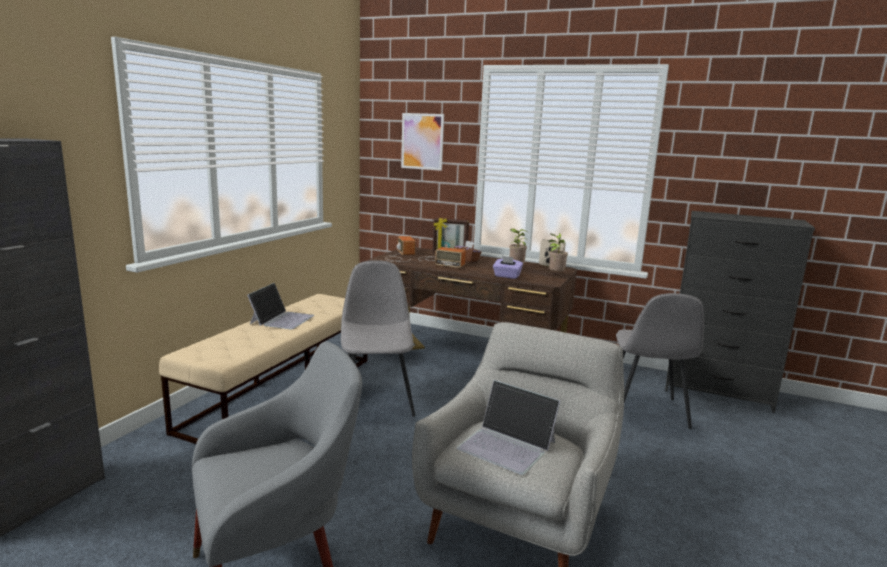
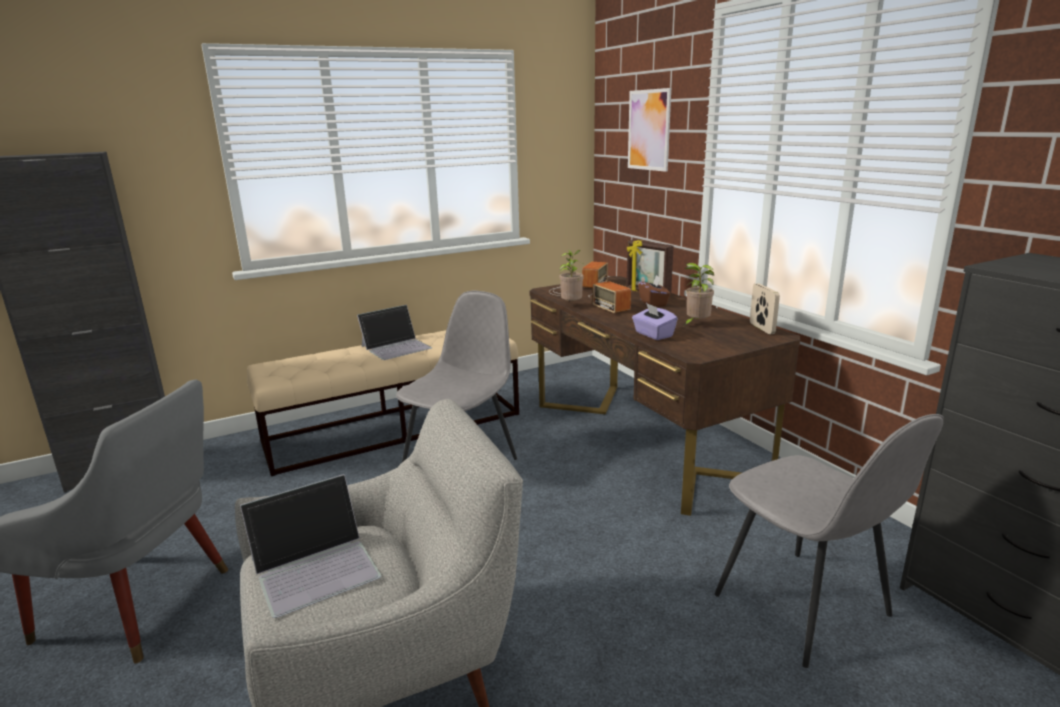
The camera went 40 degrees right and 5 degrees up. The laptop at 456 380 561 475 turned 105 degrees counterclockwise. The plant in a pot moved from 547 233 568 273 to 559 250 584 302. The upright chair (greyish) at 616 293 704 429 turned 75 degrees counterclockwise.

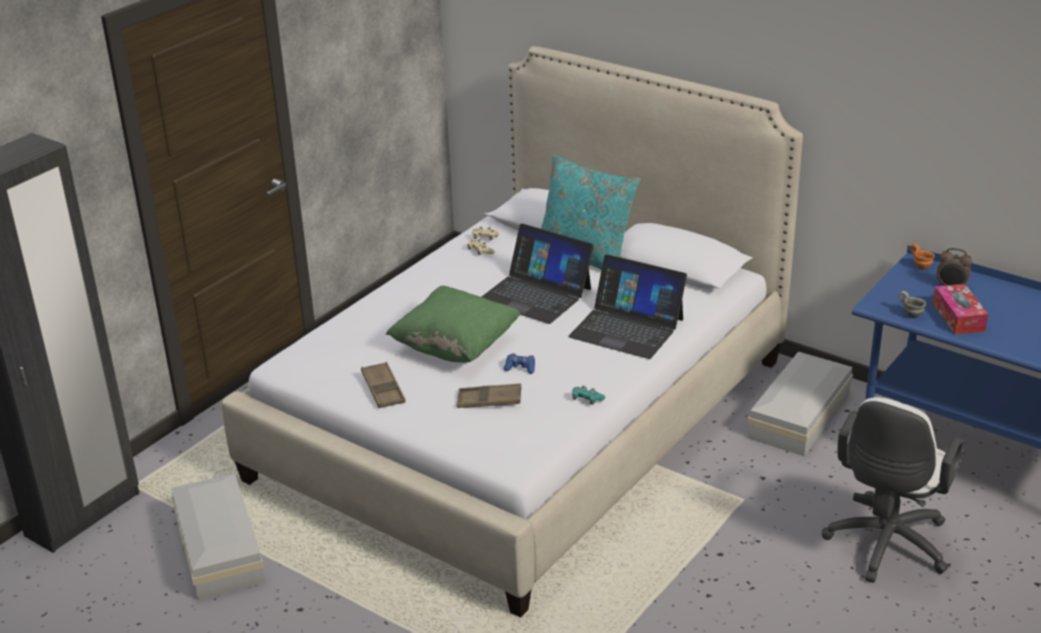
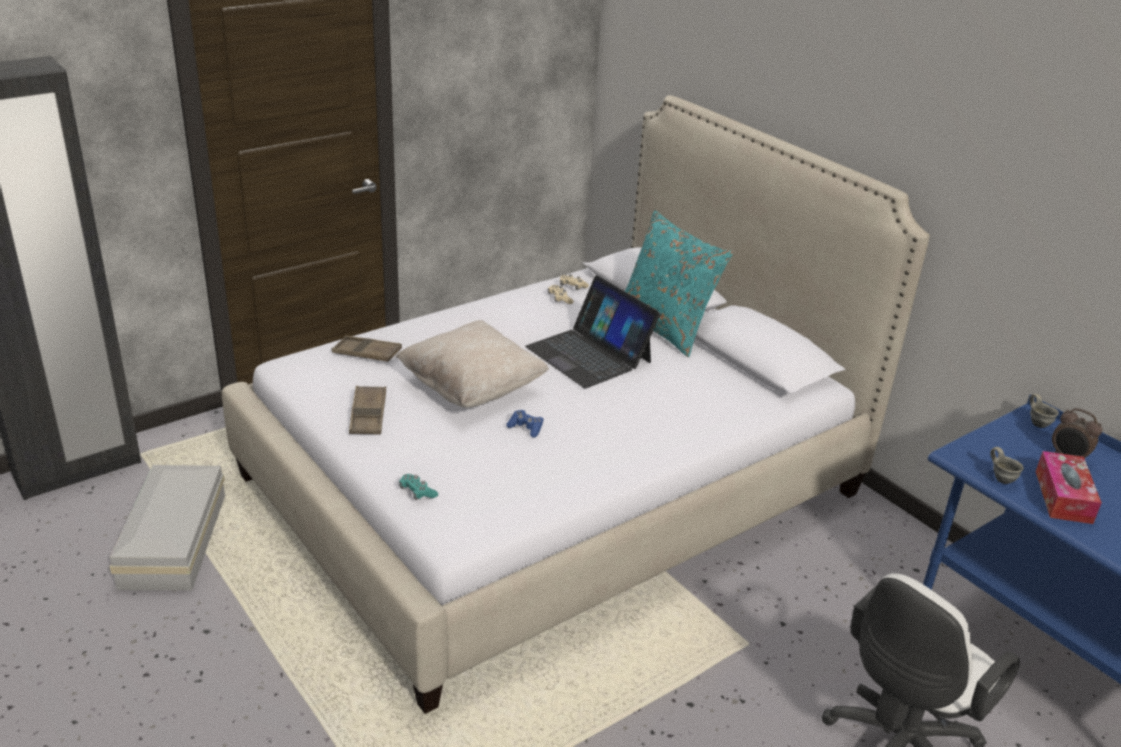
The camera went 15 degrees right and 0 degrees up. The pillow (greenish) at 386 286 520 363 became the pillow (beige) at 395 320 549 408. The serving tray (brown) moved from 457 383 521 408 to 332 336 402 362. The laptop at 568 254 687 359 disappeared. The joypad (blue-green) moved from 572 386 605 405 to 399 474 438 500. The storage container (white-coloured) at 748 352 853 456 disappeared. The tea mug (orange) at 910 243 935 270 became the tea mug (greyish) at 1030 394 1059 428.

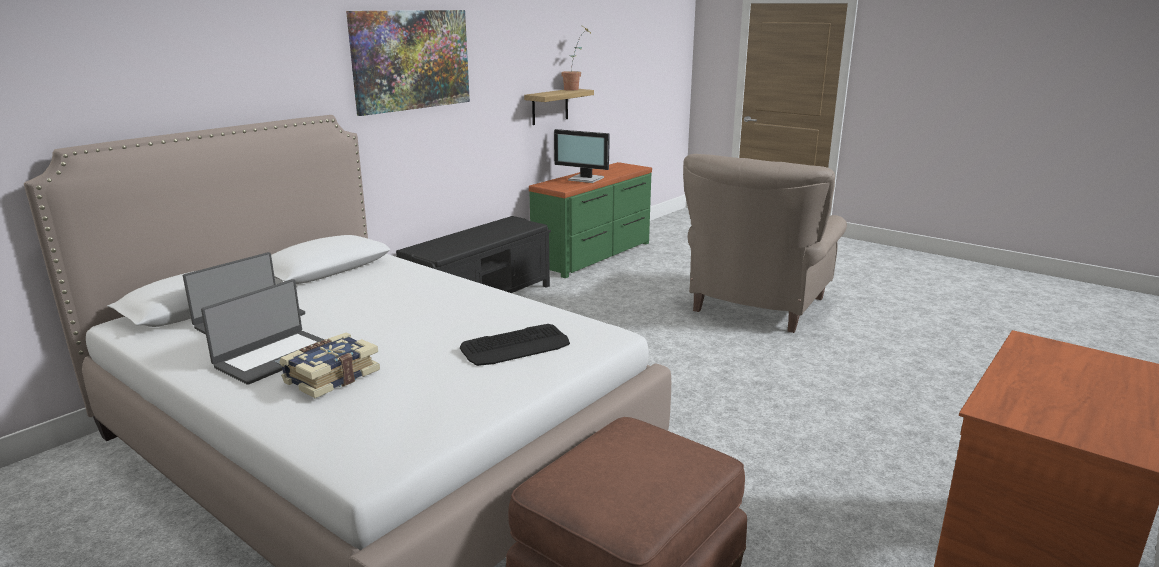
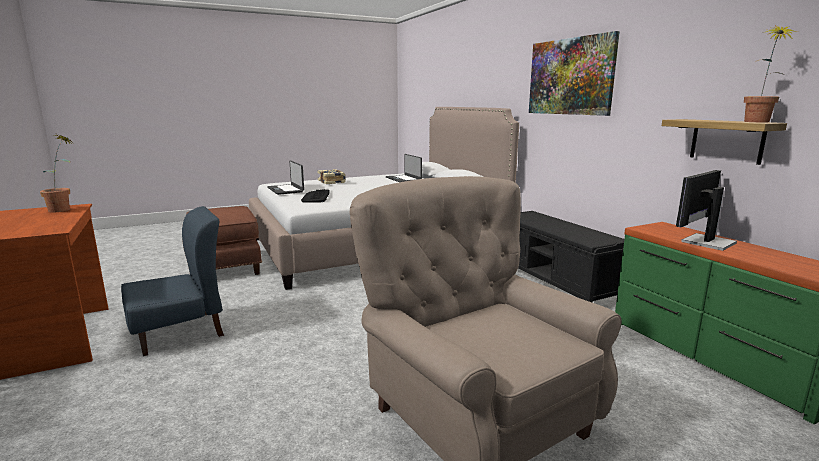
The camera went 115 degrees right and 5 degrees down. The laptop moved from 201 279 324 385 to 267 160 304 195. The plant in a pot at 40 134 75 212 appeared. The upright chair (blue) at 121 206 224 356 appeared.

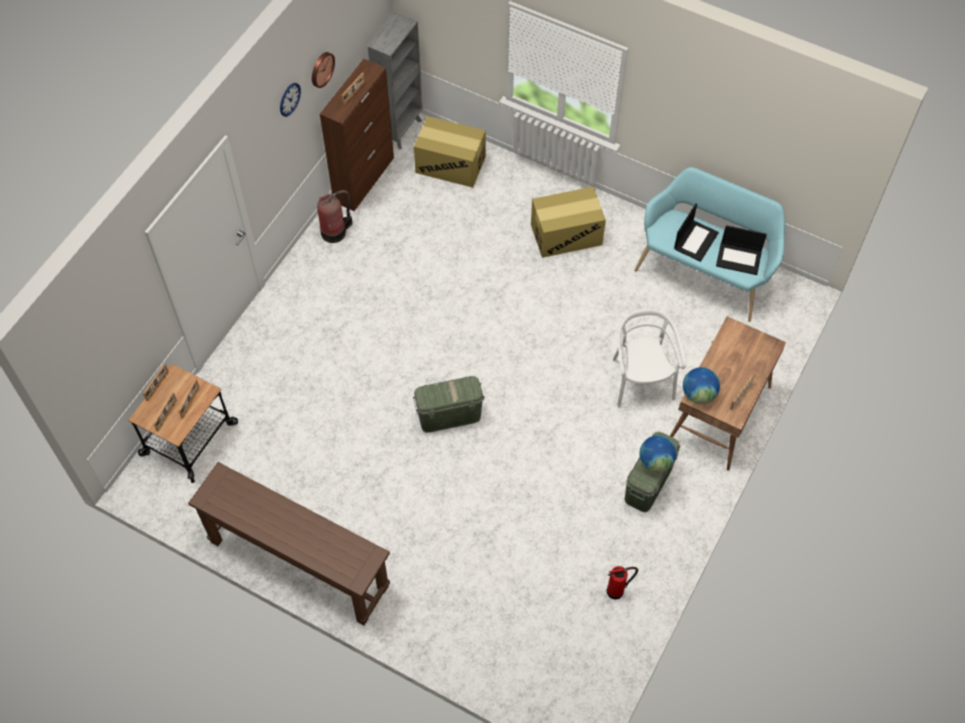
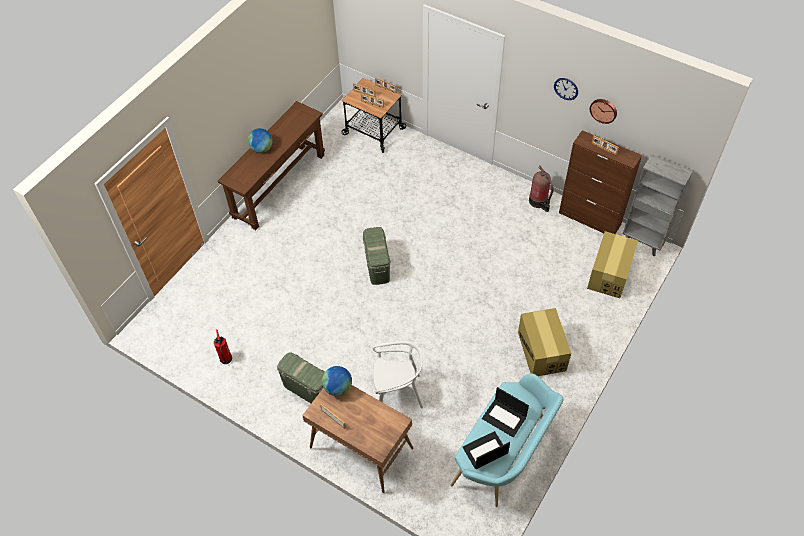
The camera went 95 degrees right and 5 degrees down. The globe moved from 639 435 676 472 to 248 128 273 153. The laptop at 716 225 767 275 turned 45 degrees clockwise.

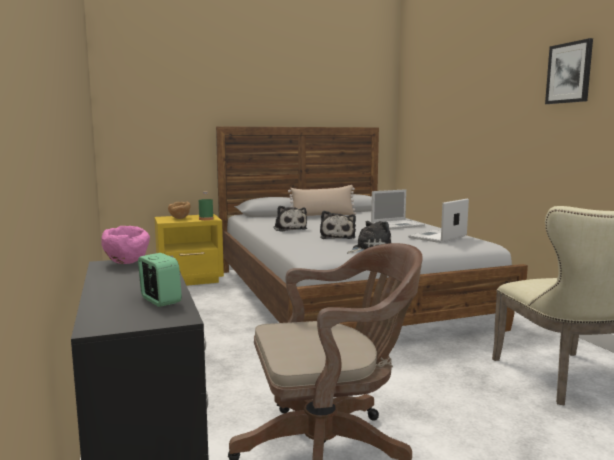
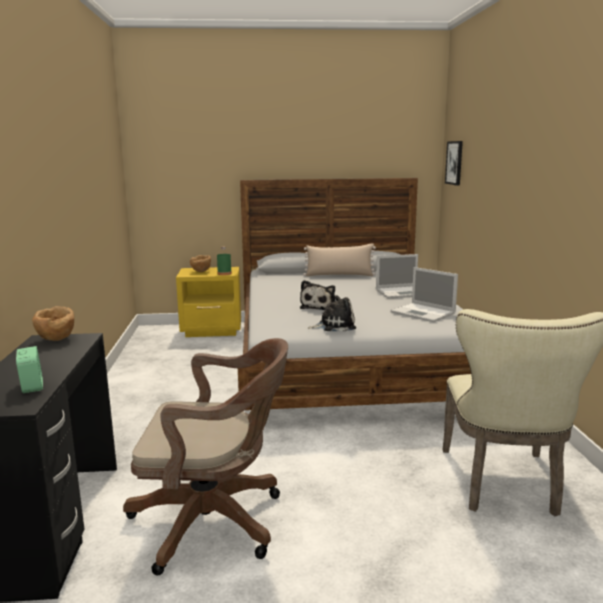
The camera went 15 degrees right and 5 degrees up. The deep dish (pink) at 101 226 150 264 became the deep dish (brown) at 32 306 74 341. The soft toy at 273 206 307 232 disappeared. The laptop at 408 199 469 243 turned 105 degrees counterclockwise. The picture moved from 545 38 593 104 to 445 141 463 186.

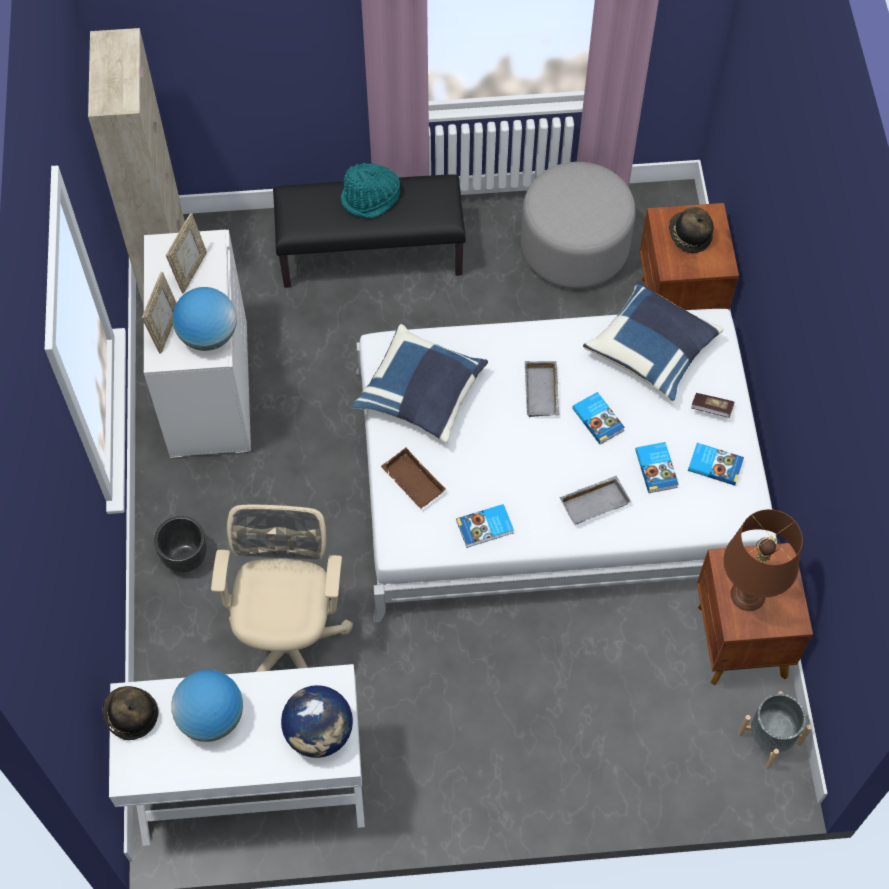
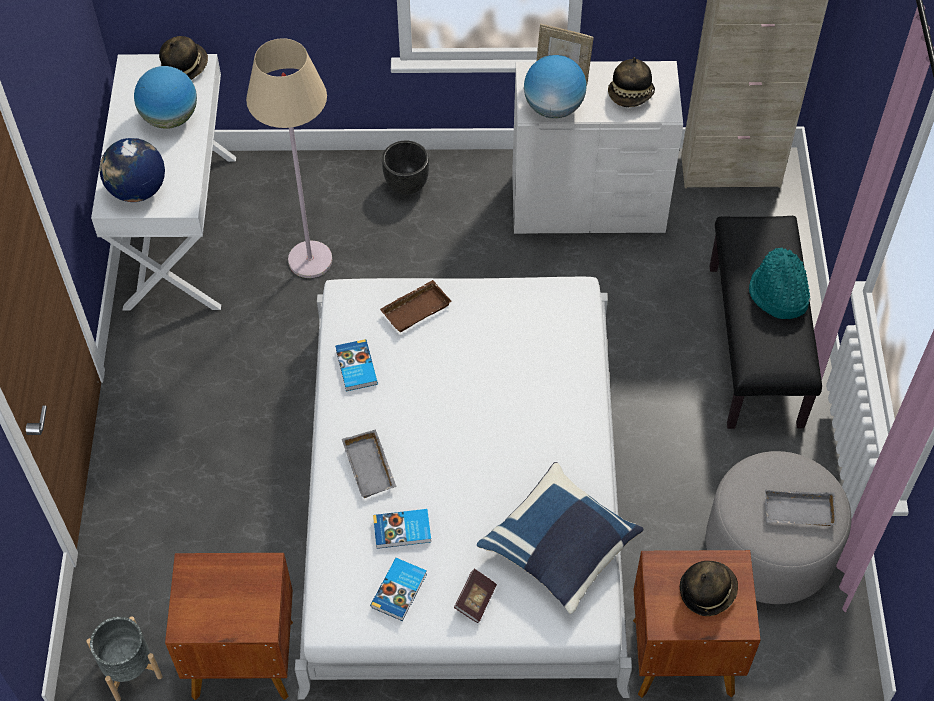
The camera went 95 degrees right and 5 degrees down. The picture frame at 166 213 207 294 was replaced by the hat at 608 57 655 107. The desk chair (beige) at 211 505 353 672 was replaced by the floor lamp (beige) at 246 38 332 278. The pillow (blue) at 352 324 488 443 disappeared. The serving tray (greyish) moved from 525 361 559 417 to 765 490 837 526. The bound book at 572 392 625 444 disappeared. The table lamp (brown) at 723 509 803 611 disappeared.

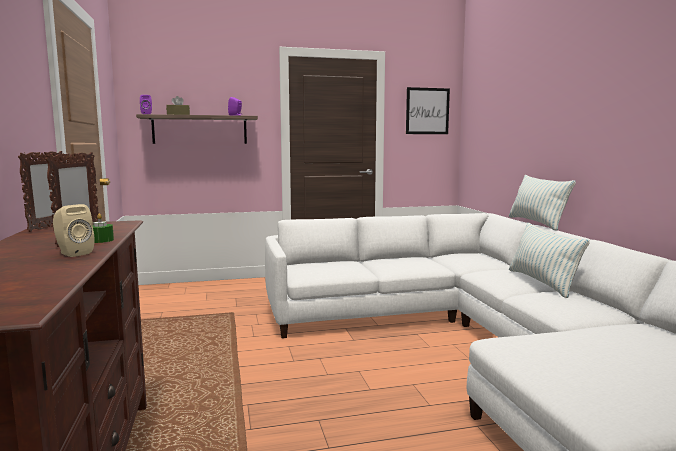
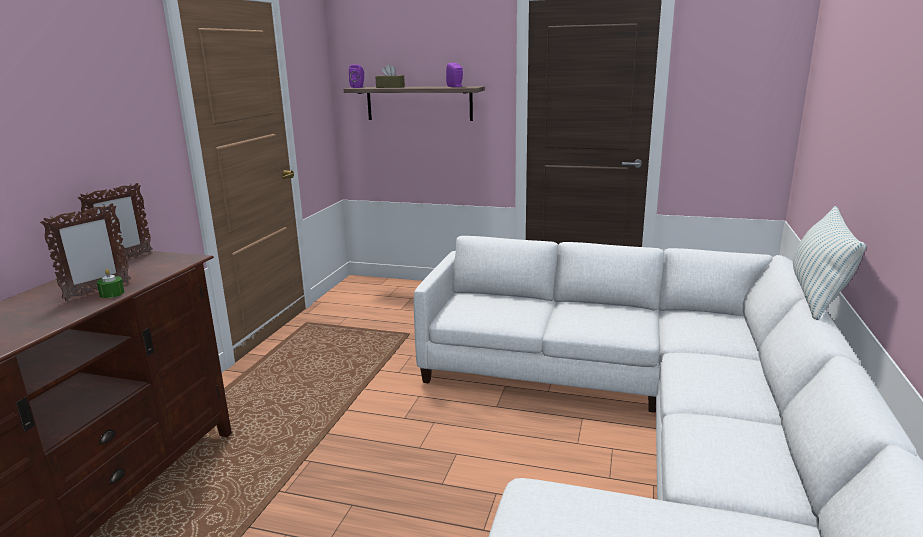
The camera went 30 degrees right and 10 degrees up. The loudspeaker (beige) at 53 204 95 257 disappeared. The picture at 406 87 450 134 disappeared. The pillow at 509 222 590 298 disappeared.

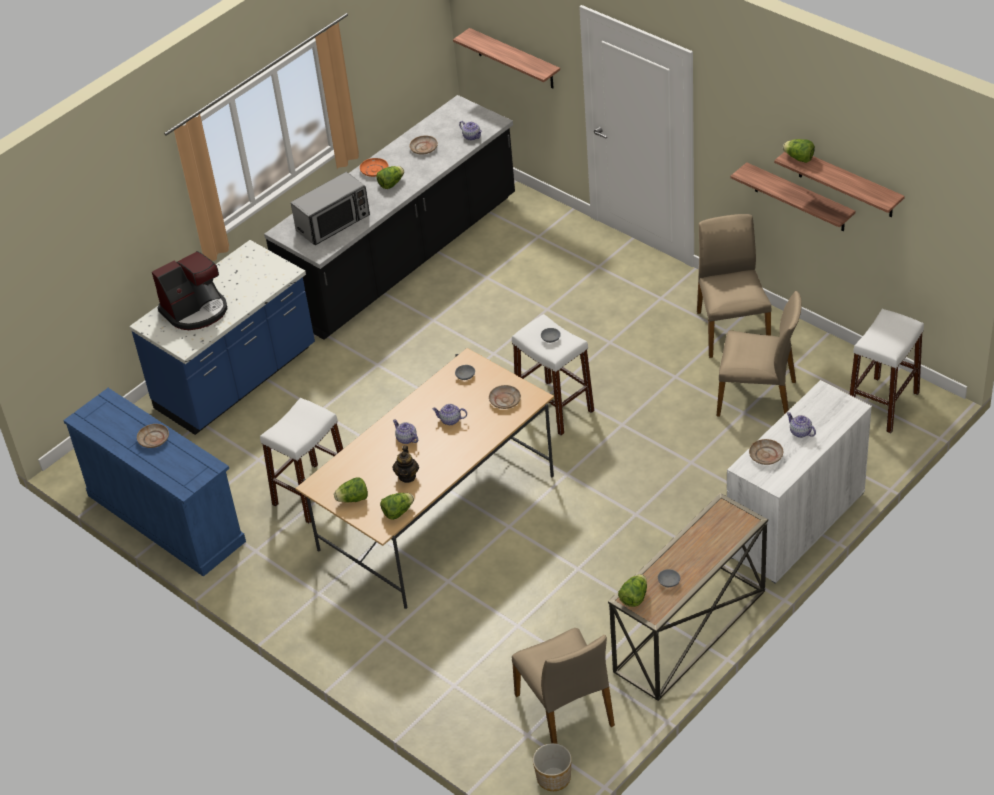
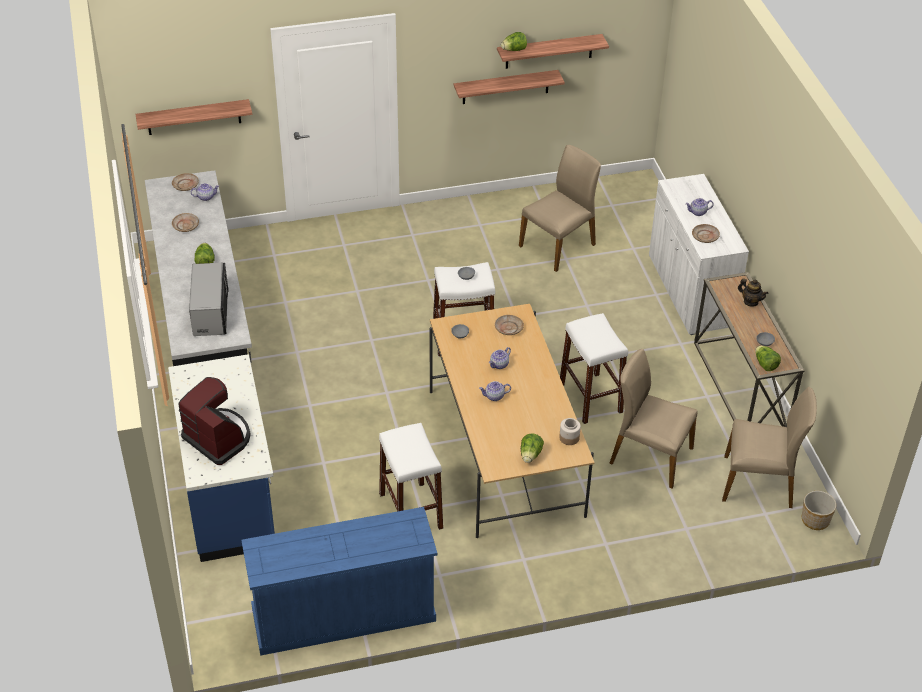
The camera went 60 degrees left and 0 degrees up. The flat dish (beige) moved from 137 424 169 448 to 172 173 199 191. The coffee maker at 152 251 227 330 turned 45 degrees counterclockwise. The flat dish (orange) at 360 158 388 177 disappeared. The lettuce at 380 493 414 520 was replaced by the preserve jar at 559 418 581 445. The pot for tea moved from 392 445 419 483 to 738 278 768 307. The upright chair (beige) moved from 697 214 771 358 to 609 349 698 489. The sitting stool (white-coloured) moved from 849 309 924 433 to 560 313 628 424.

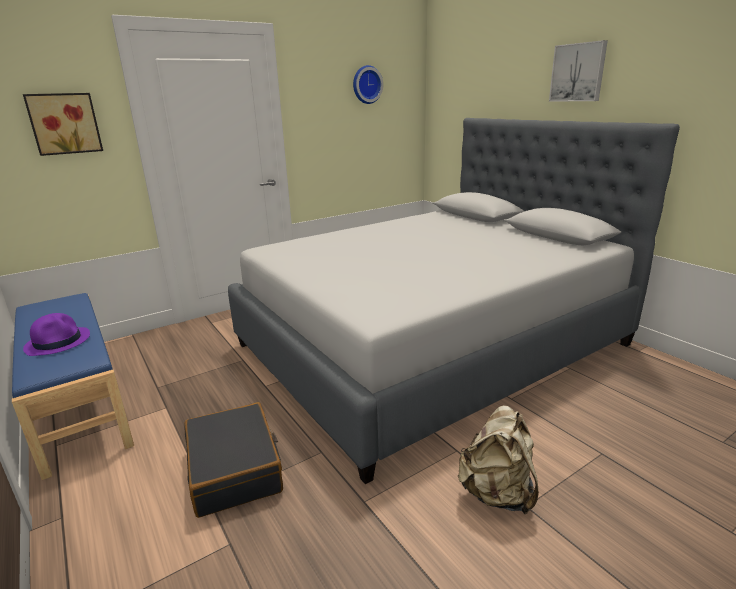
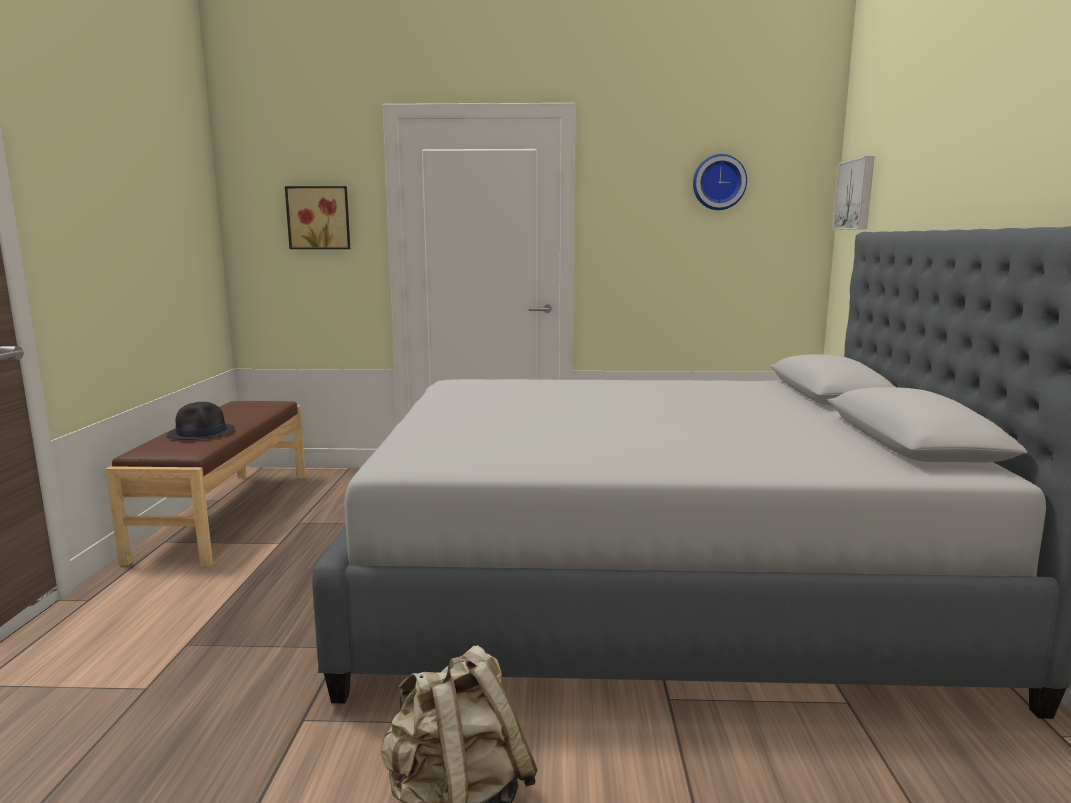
The camera went 35 degrees right and 10 degrees down. The long seat (blue) at 12 293 134 480 became the long seat (brown) at 105 401 306 567. The hat (purple-coloured) at 23 313 90 356 became the hat (black) at 167 402 235 440. The travel case (black) at 184 402 283 518 disappeared. The picture moved from 549 40 608 102 to 832 156 875 230.

